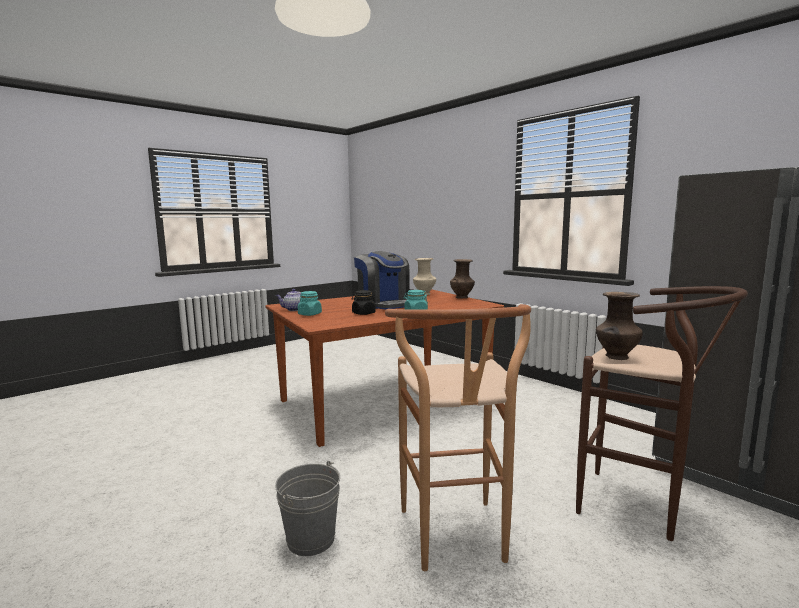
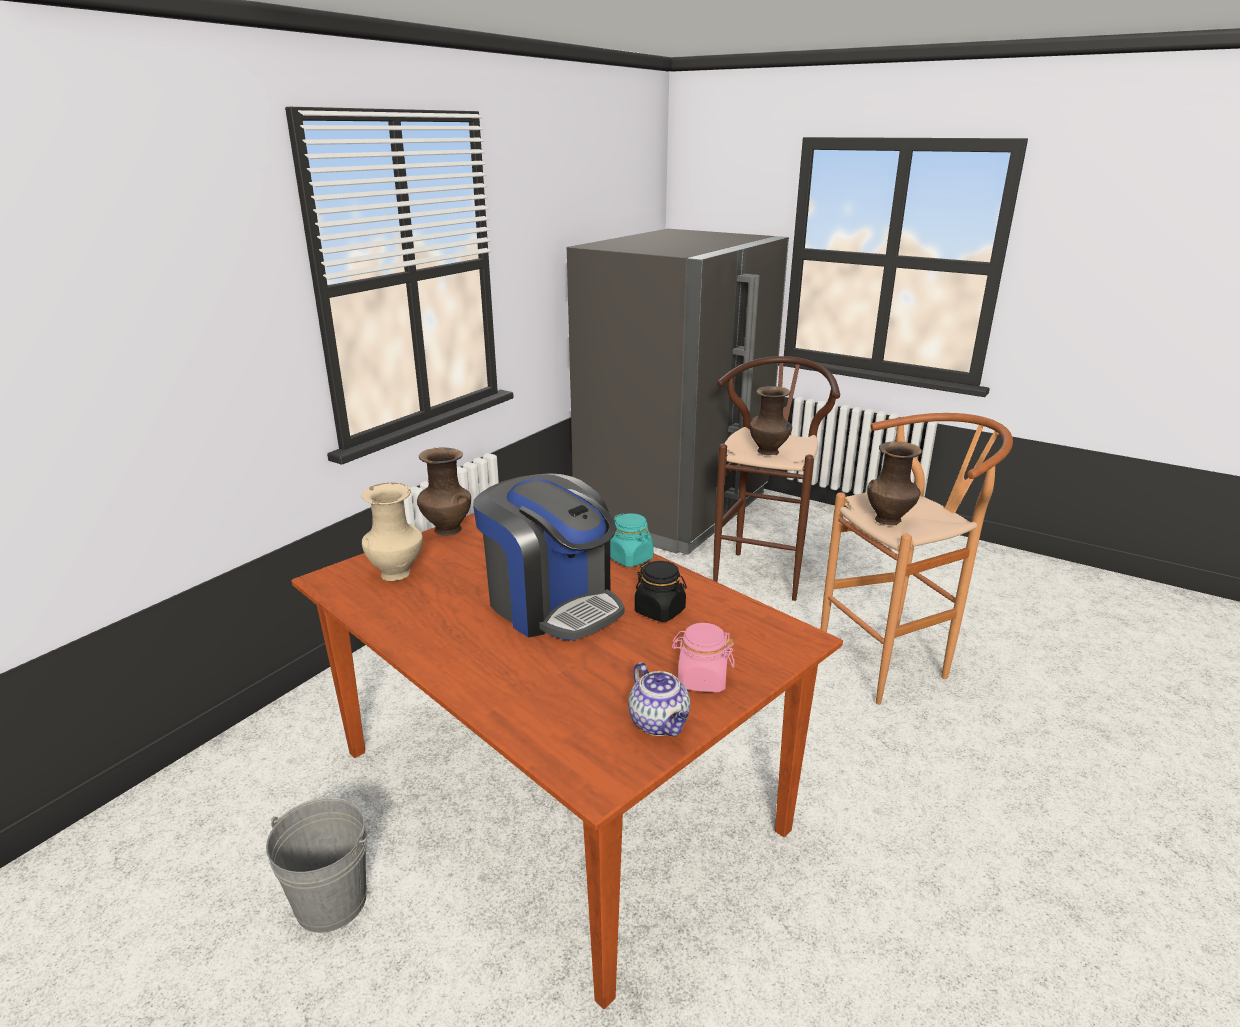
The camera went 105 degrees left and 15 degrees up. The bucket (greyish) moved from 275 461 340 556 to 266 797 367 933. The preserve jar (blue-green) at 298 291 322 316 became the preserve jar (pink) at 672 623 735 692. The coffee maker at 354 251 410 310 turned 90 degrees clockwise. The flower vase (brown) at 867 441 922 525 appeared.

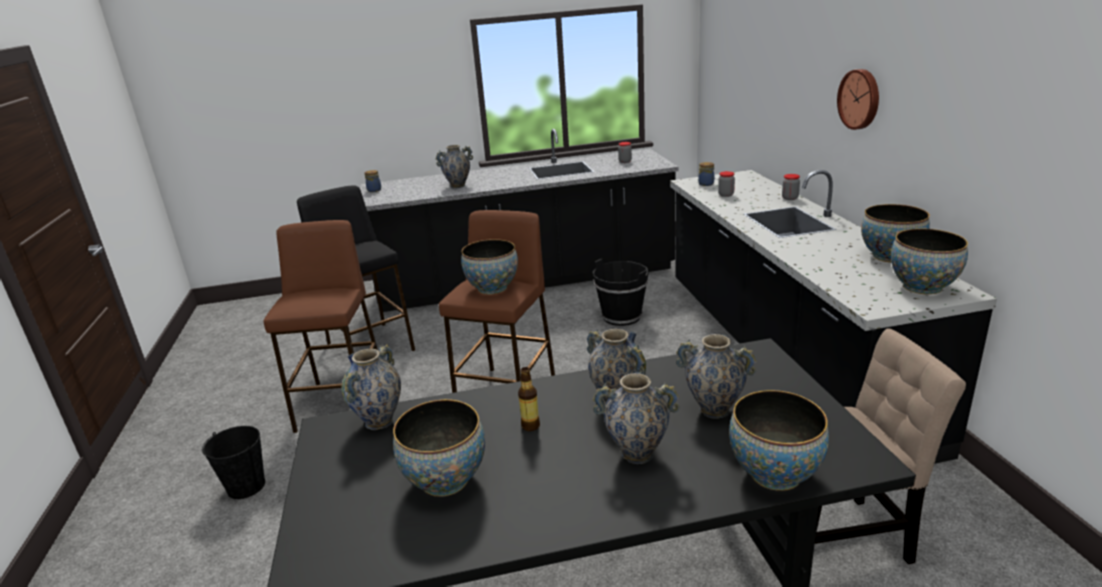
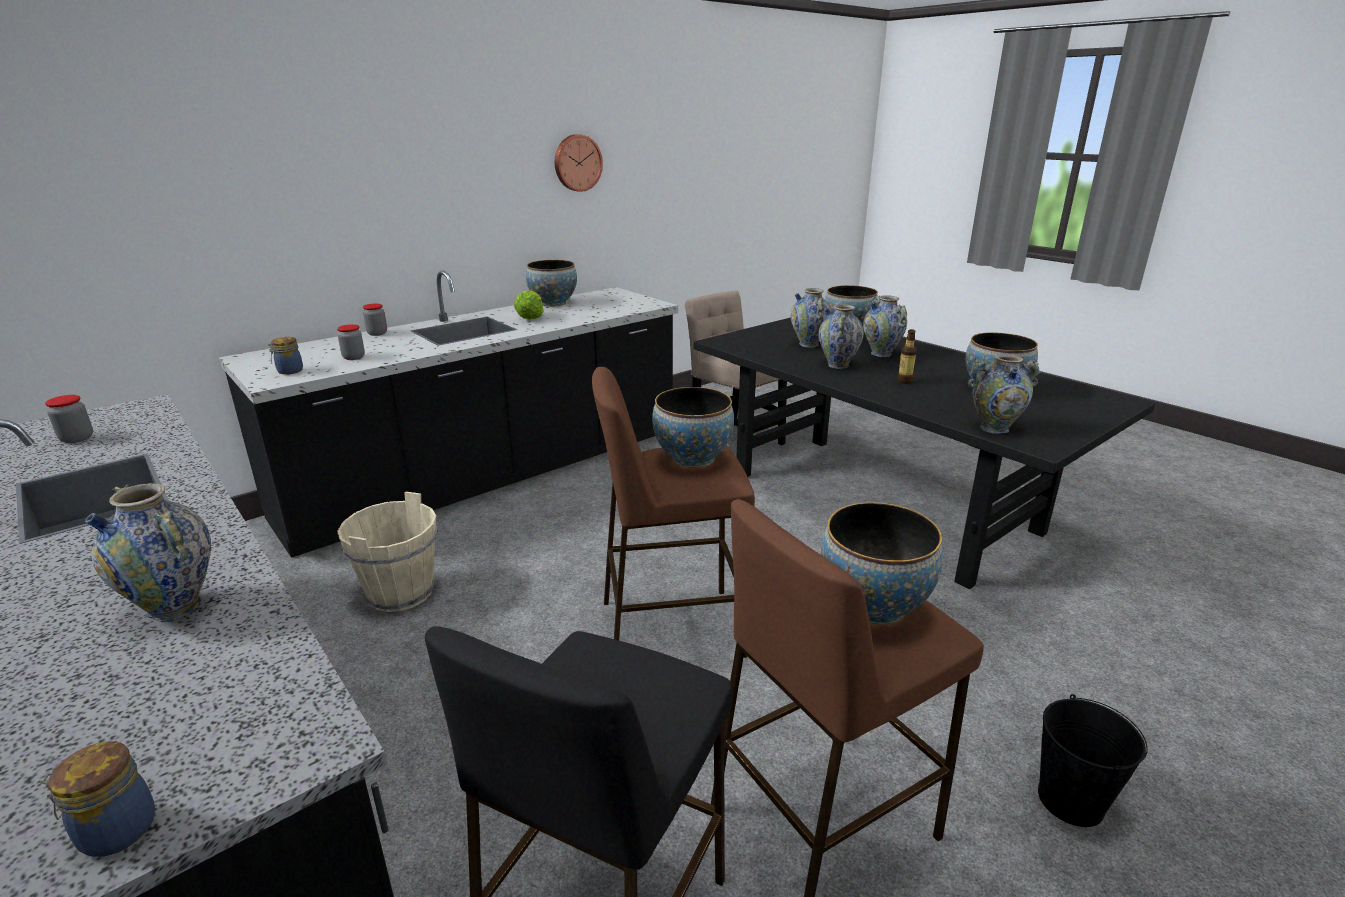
The camera went 120 degrees left and 0 degrees up. The bucket (black) at 593 258 649 326 became the bucket (beige) at 338 492 438 612. The hanging clock moved from 837 69 879 130 to 555 134 603 192. The deep dish moved from 891 228 968 295 to 821 502 943 625. The lettuce at 514 291 544 319 appeared.

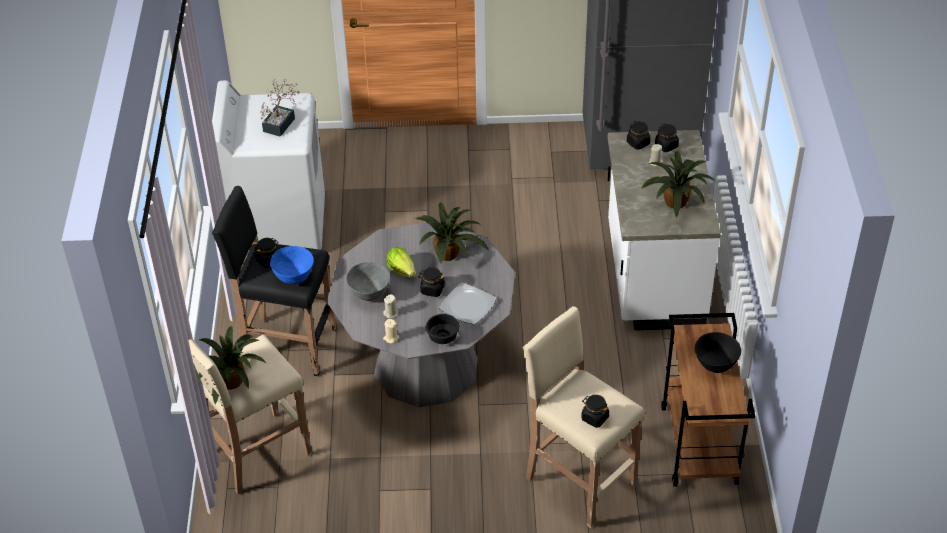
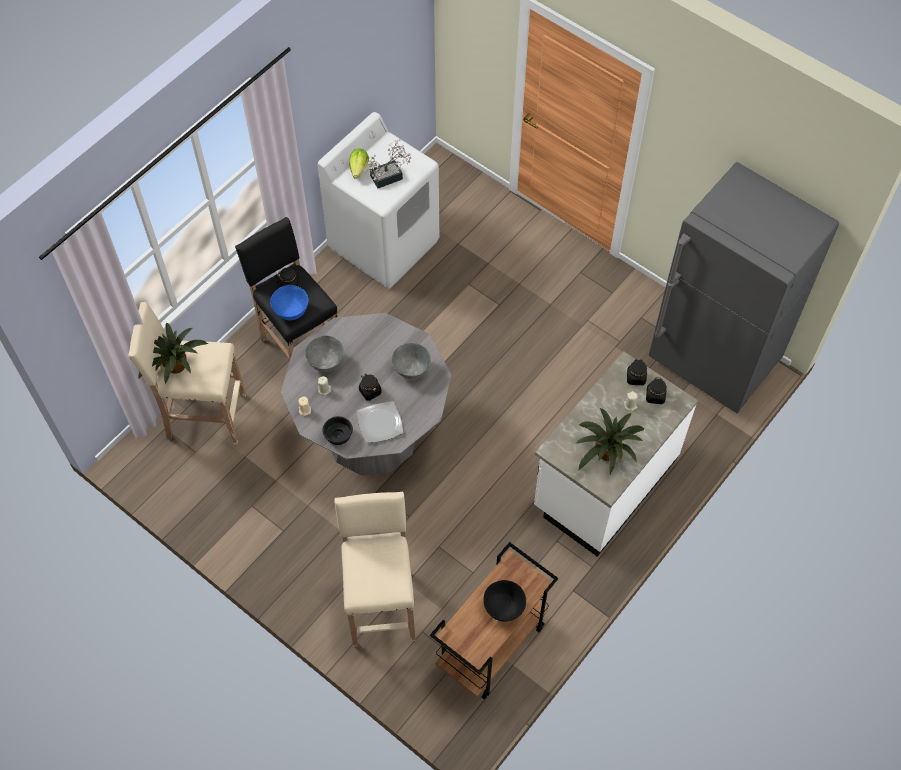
The camera went 40 degrees right and 15 degrees up. The lettuce moved from 387 247 415 278 to 350 148 369 179. The plant in a pot at 415 202 489 264 was replaced by the deep dish (greyish) at 392 343 431 379. The preserve jar (black) at 581 395 609 428 disappeared.

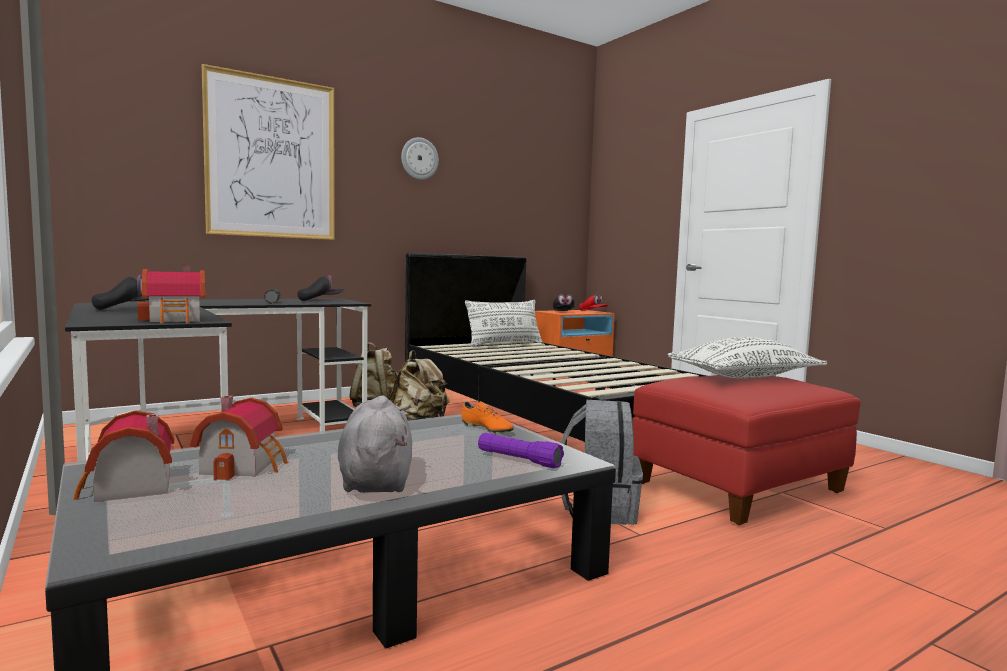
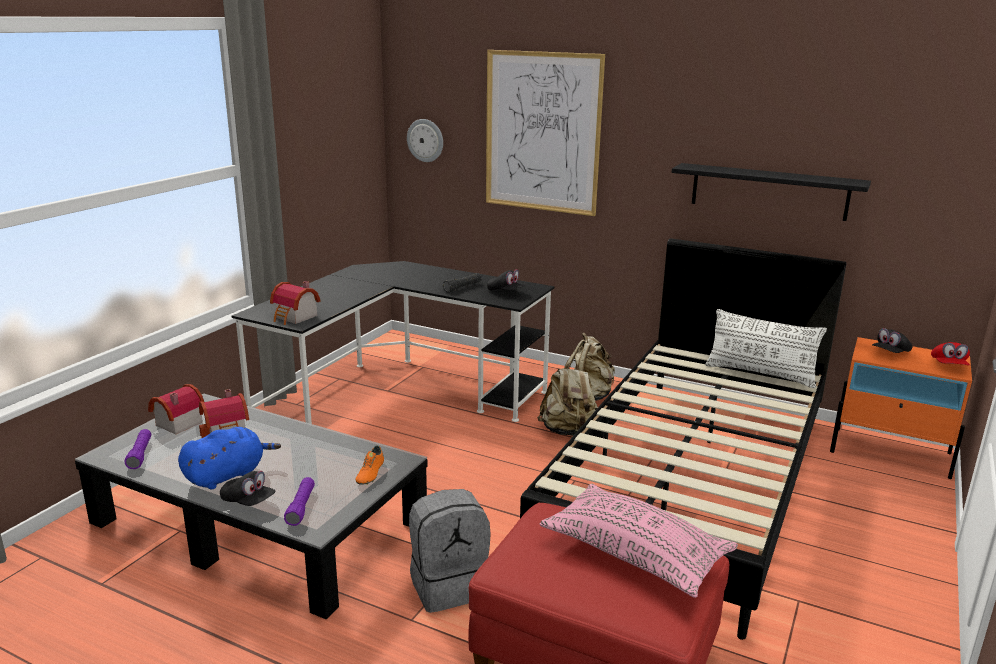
The camera went 60 degrees right and 15 degrees up. The peaked cap (black) moved from 92 275 149 310 to 220 471 276 506. The soft toy (greyish) at 338 395 412 493 became the soft toy (blue) at 178 427 281 489. The hanging clock moved from 401 137 439 180 to 407 119 443 162. The pillow (white-coloured) at 668 337 827 378 became the pillow (pink) at 540 484 738 598. The hand torch (purple-coloured) at 125 429 151 469 appeared. The bracket shelf (black) at 672 163 871 221 appeared.

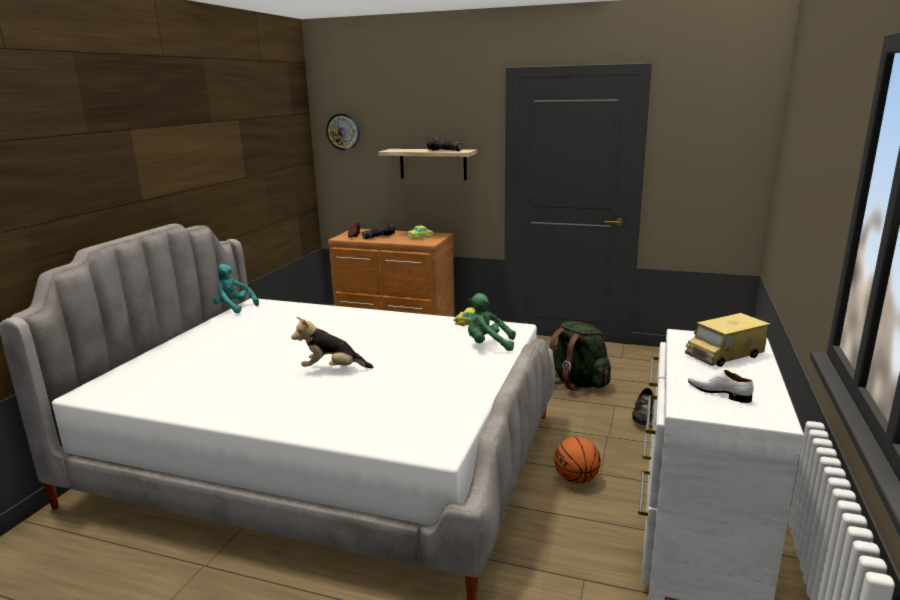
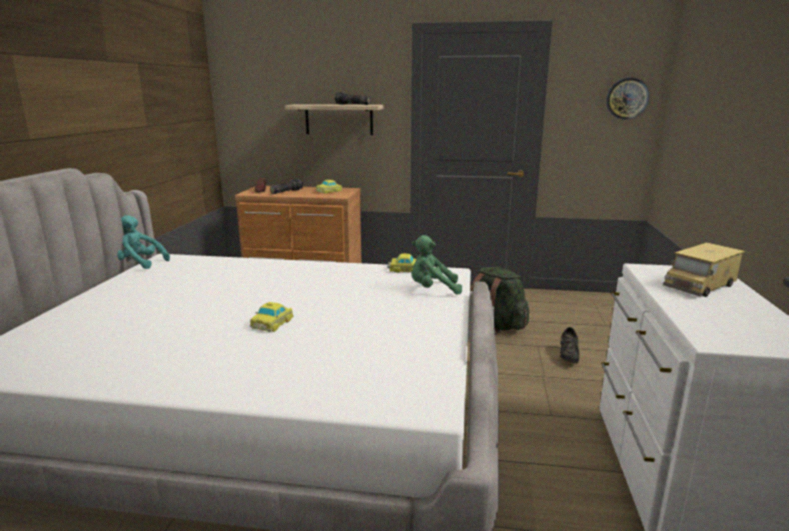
The camera went 10 degrees left and 0 degrees up. The soft toy at 291 317 373 368 was replaced by the toy car at 250 302 294 332. The hanging clock moved from 326 113 360 150 to 606 78 649 119. The ball for basketball at 554 437 601 484 disappeared. The item of footwear (white-coloured) at 688 370 754 403 disappeared.

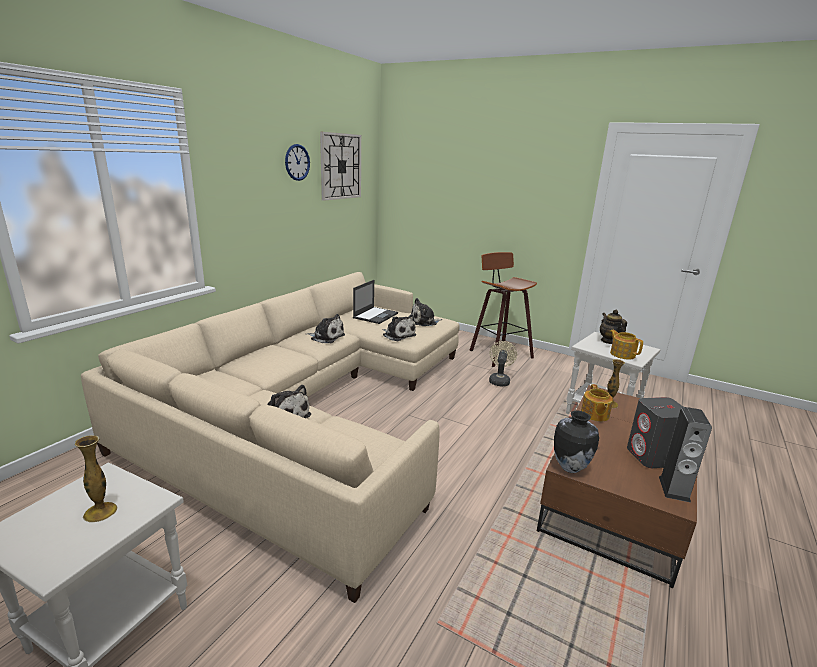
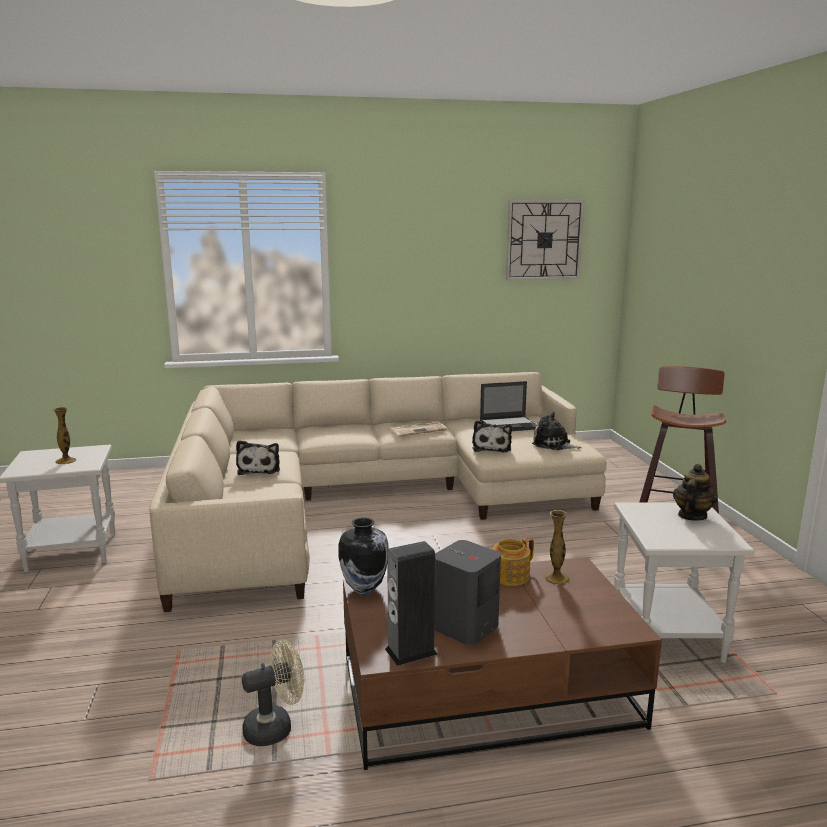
The camera went 50 degrees right and 5 degrees down. The hanging clock at 285 144 310 181 disappeared. The soft toy at 306 314 345 343 was replaced by the newspaper at 389 422 447 437. The fan (beige) moved from 489 341 517 386 to 242 639 304 746. The pot for tea at 610 330 643 359 disappeared.

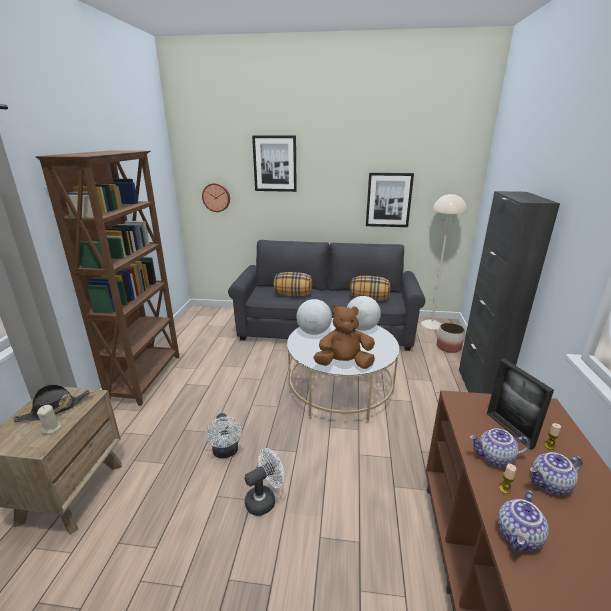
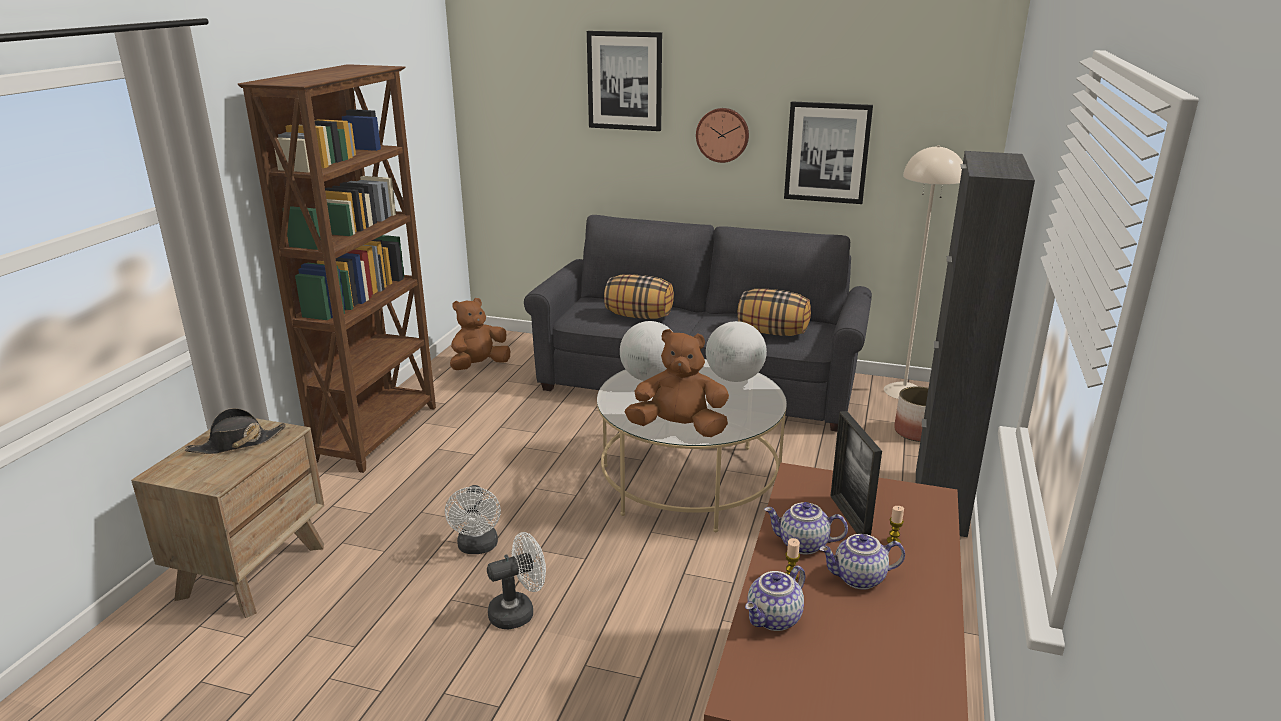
The camera went 10 degrees right and 0 degrees up. The wax candle (beige) at 37 405 60 434 disappeared. The hanging clock moved from 202 183 230 212 to 696 108 749 163. The soft toy (brown) at 450 298 510 370 appeared.

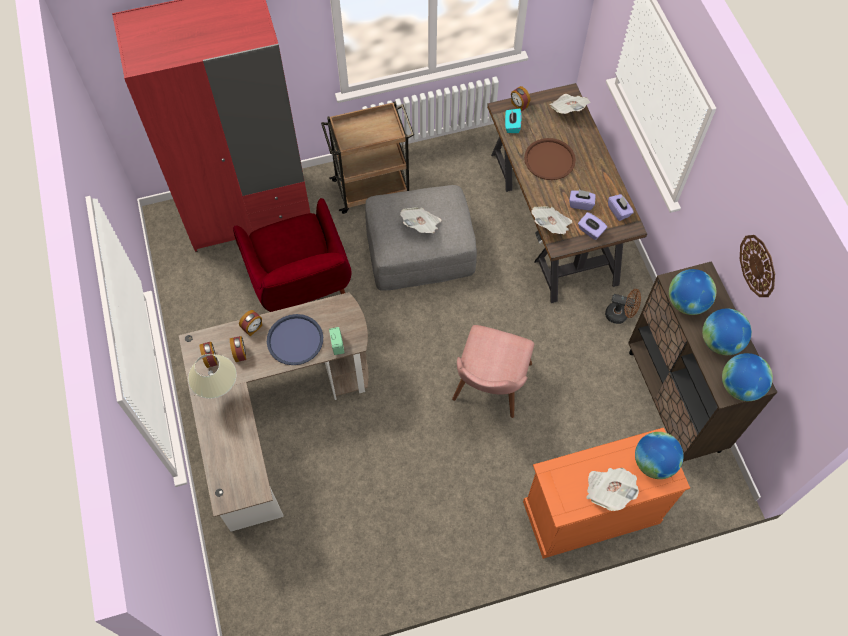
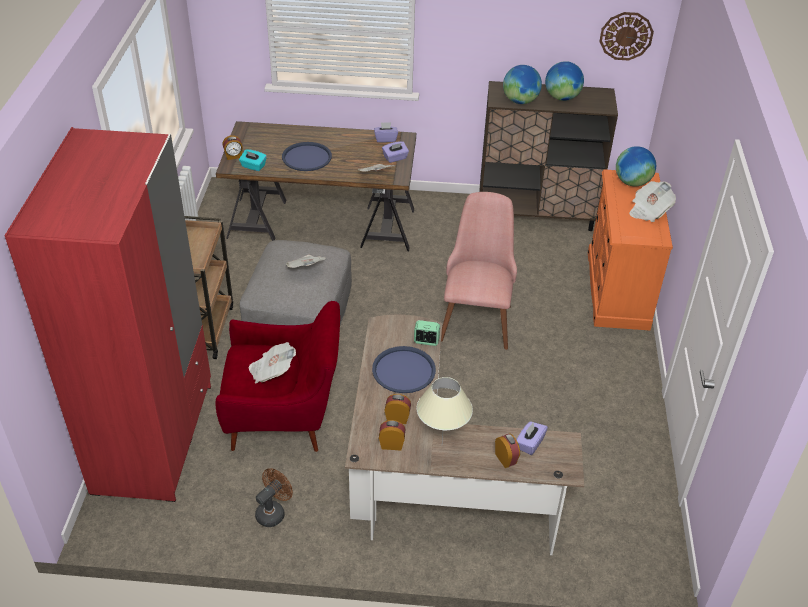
The camera went 70 degrees left and 20 degrees down. The alarm clock moved from 239 310 262 336 to 495 433 520 468. The upright chair (pink) at 452 325 534 418 turned 120 degrees counterclockwise. The serving tray (brown) at 524 138 576 180 became the serving tray (blue) at 282 142 332 171. The newspaper moved from 549 94 590 114 to 248 342 296 384. The box of tissues (purple-coloured) moved from 569 190 596 211 to 517 421 548 455. The fan (brown) moved from 605 289 641 324 to 255 468 293 527. The globe at 722 353 773 401 disappeared. The hanging clock moved from 740 235 775 297 to 600 12 654 61.

